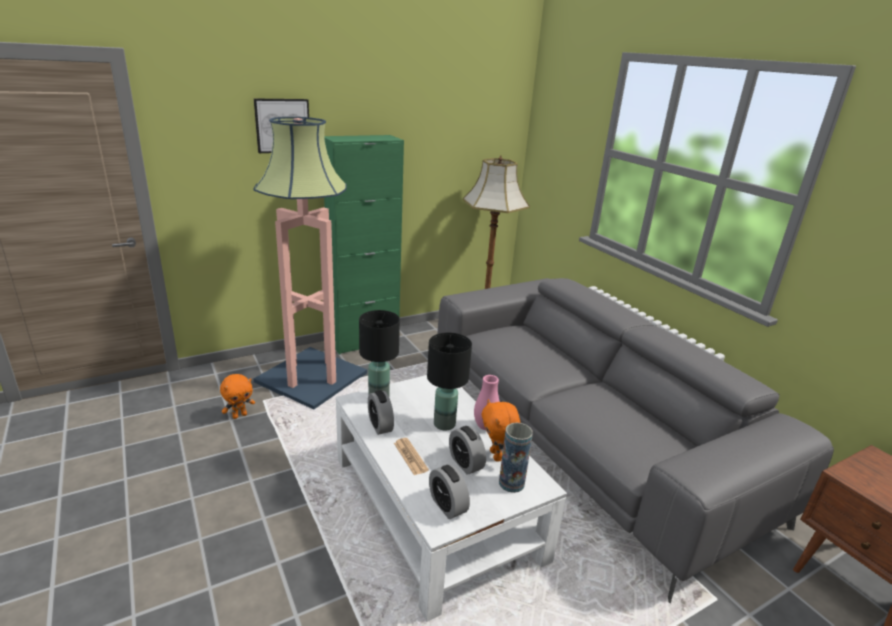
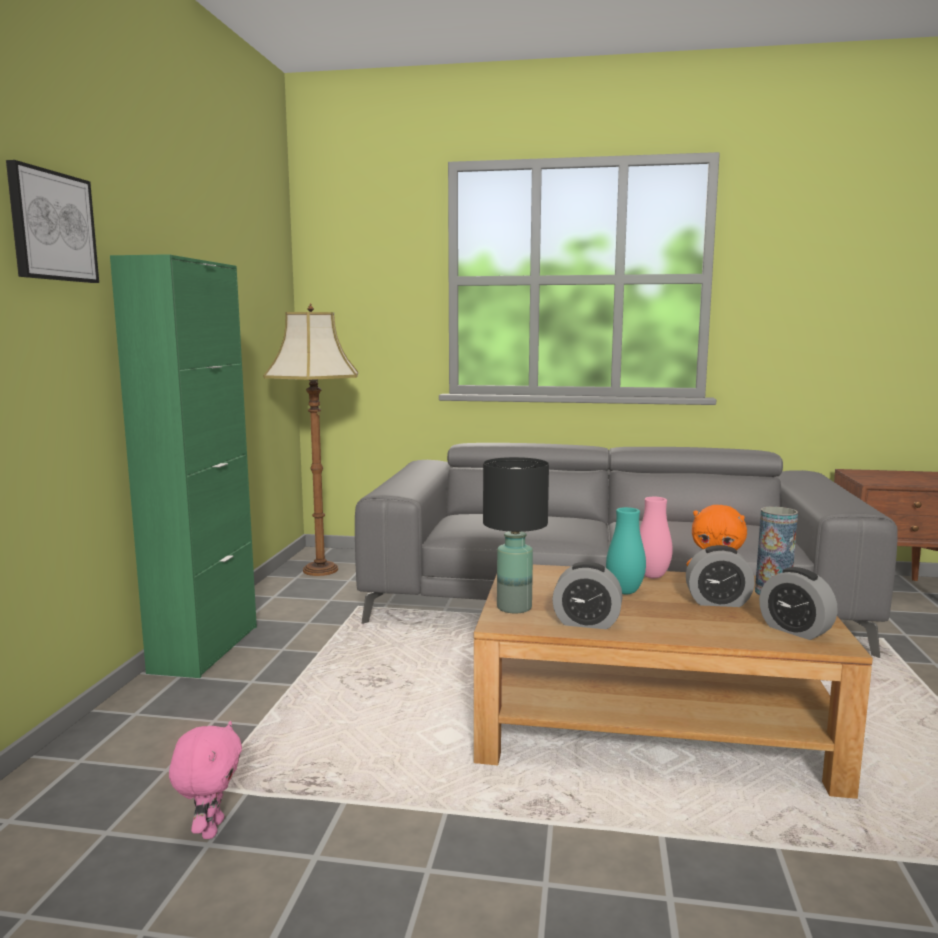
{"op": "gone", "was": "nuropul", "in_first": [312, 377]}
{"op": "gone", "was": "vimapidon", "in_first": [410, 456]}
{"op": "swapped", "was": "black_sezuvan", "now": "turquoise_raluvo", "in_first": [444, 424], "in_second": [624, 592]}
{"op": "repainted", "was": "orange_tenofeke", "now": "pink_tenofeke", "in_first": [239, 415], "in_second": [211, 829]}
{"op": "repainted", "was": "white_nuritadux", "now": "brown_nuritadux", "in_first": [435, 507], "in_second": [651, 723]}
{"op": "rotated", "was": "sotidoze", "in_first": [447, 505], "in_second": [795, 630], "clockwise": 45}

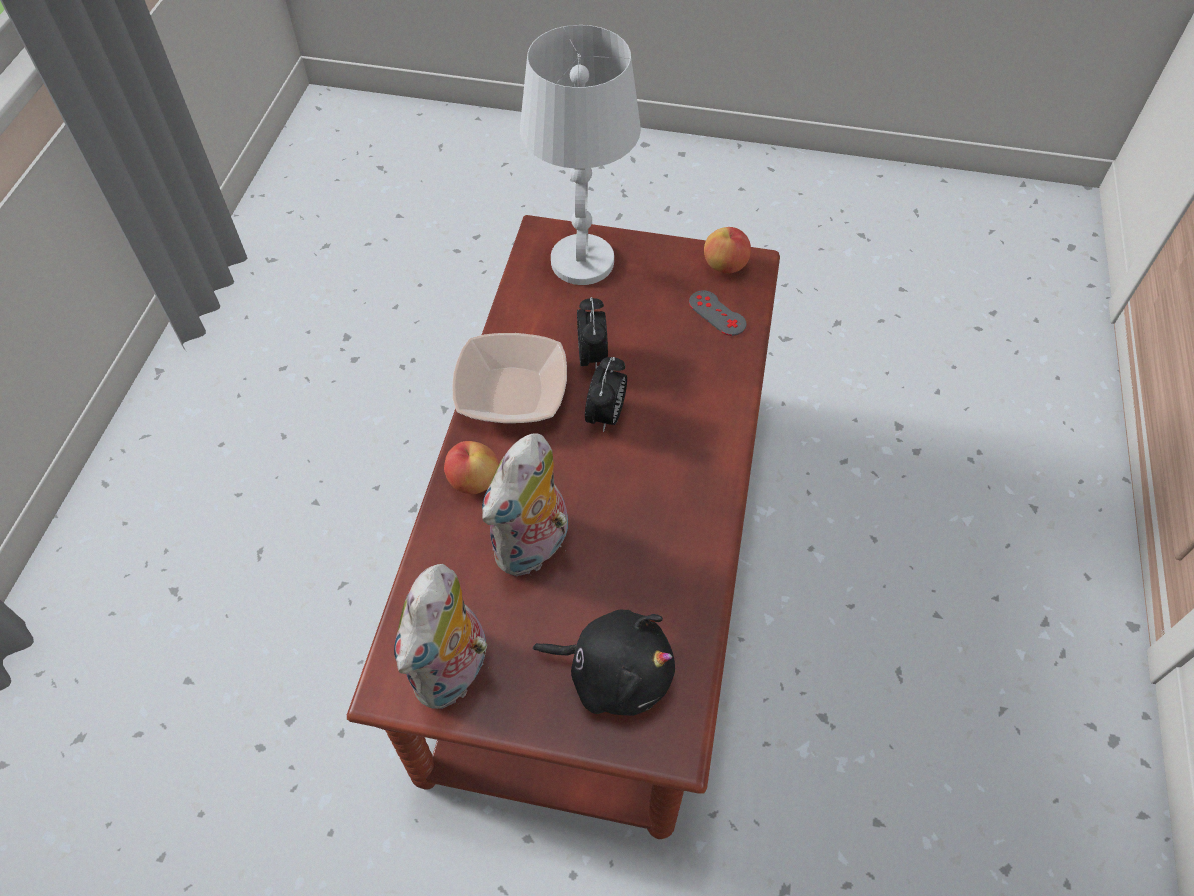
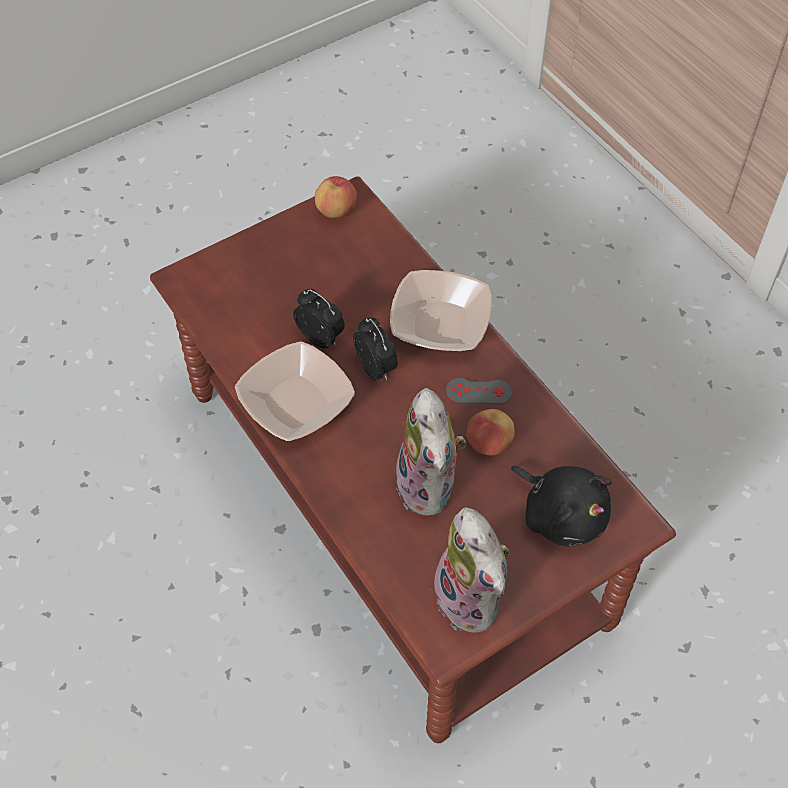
{"op": "gone", "was": "white_sezuvan", "in_first": [583, 262]}
{"op": "new", "now": "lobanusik", "in_second": [440, 323]}
{"op": "shifted", "was": "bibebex", "in_first": [473, 481], "in_second": [488, 444]}
{"op": "shifted", "was": "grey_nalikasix", "in_first": [717, 313], "in_second": [478, 391]}
{"op": "rotated", "was": "black_tenofeke", "in_first": [614, 672], "in_second": [561, 514], "clockwise": 75}

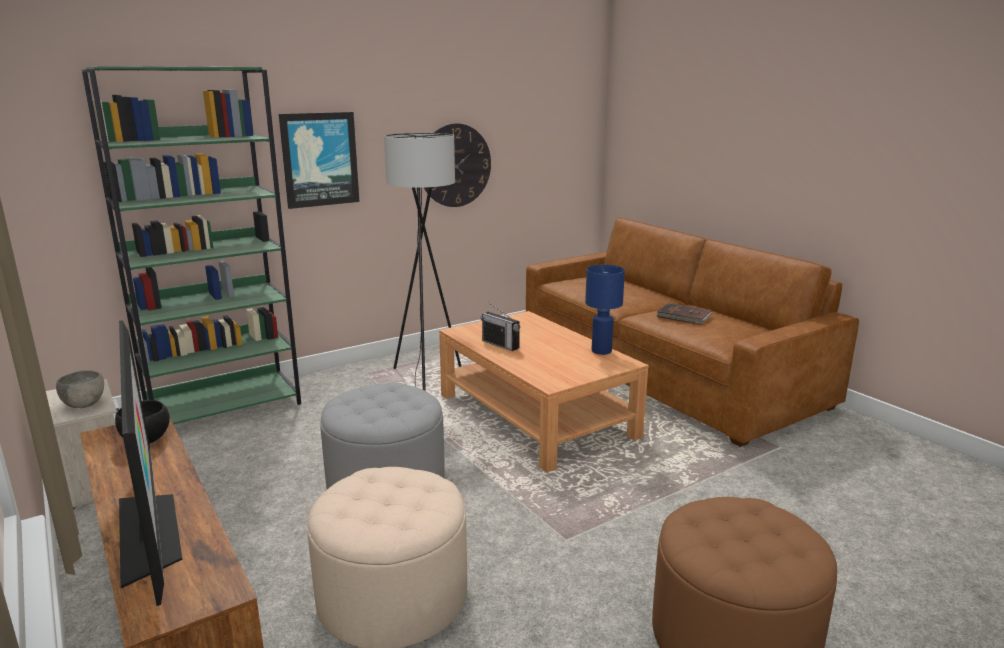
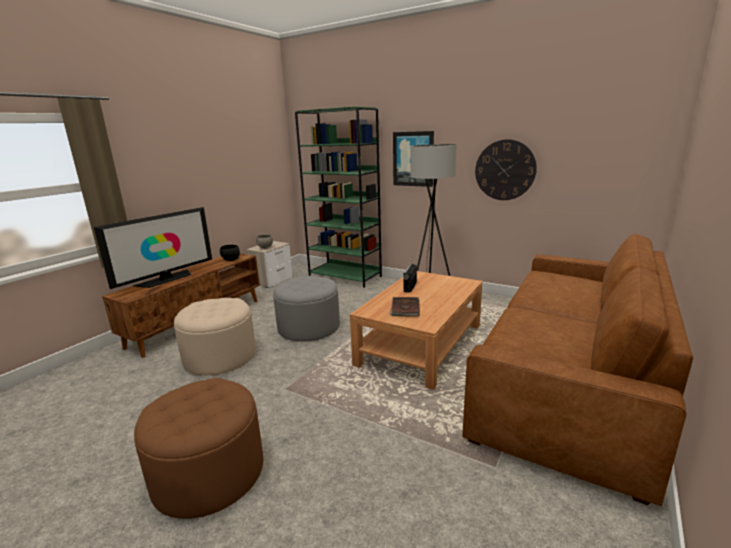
{"op": "gone", "was": "blue_sezuvan", "in_first": [601, 351]}
{"op": "shifted", "was": "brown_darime", "in_first": [684, 316], "in_second": [404, 308]}

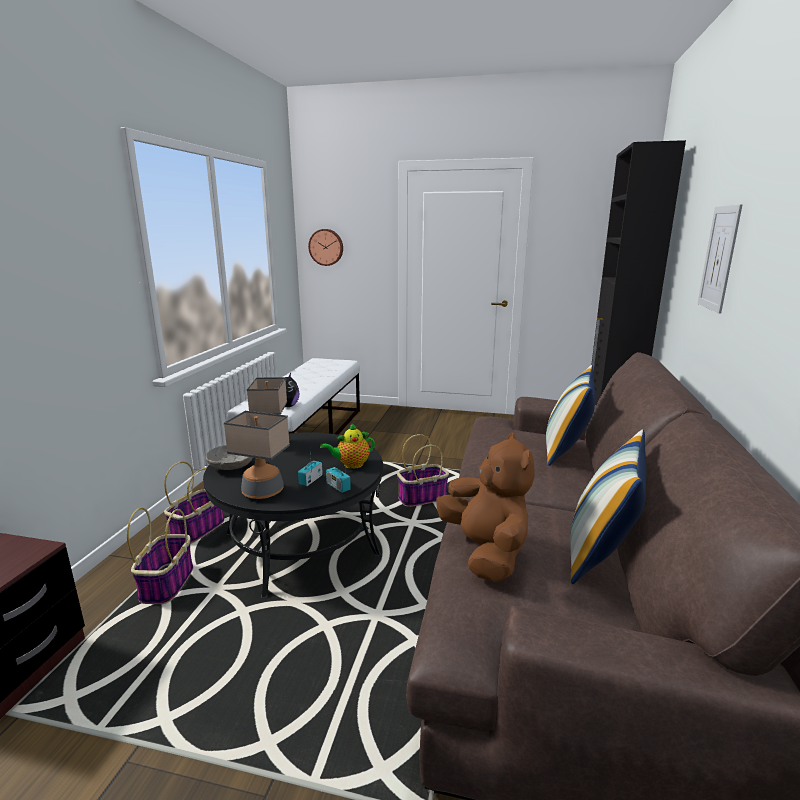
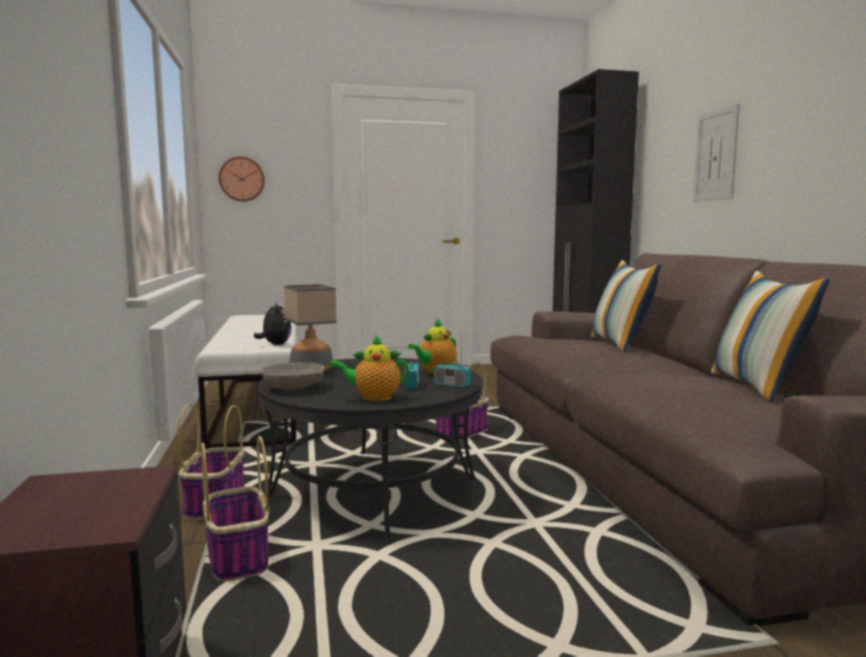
{"op": "gone", "was": "brown_tenofeke", "in_first": [485, 552]}
{"op": "swapped", "was": "sezuvan", "now": "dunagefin", "in_first": [263, 492], "in_second": [373, 398]}

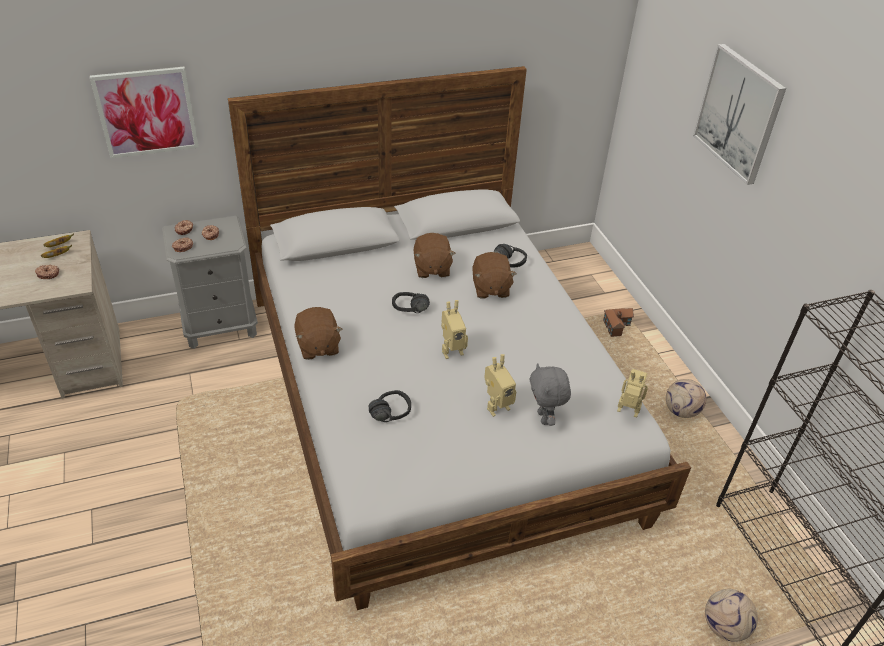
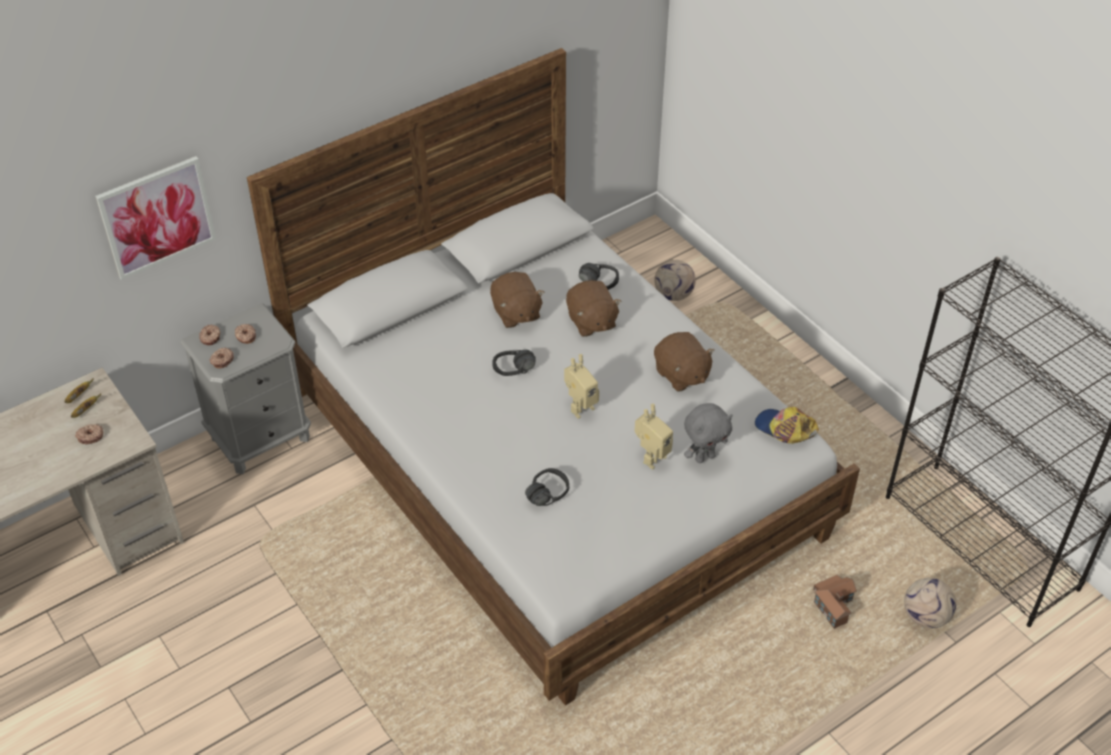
{"op": "gone", "was": "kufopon", "in_first": [739, 113]}
{"op": "shifted", "was": "brown_tenofeke", "in_first": [317, 346], "in_second": [681, 375]}
{"op": "shifted", "was": "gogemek", "in_first": [616, 325], "in_second": [834, 604]}
{"op": "shifted", "was": "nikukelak", "in_first": [681, 411], "in_second": [674, 294]}
{"op": "swapped", "was": "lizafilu", "now": "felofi", "in_first": [627, 413], "in_second": [784, 429]}
{"op": "rotated", "was": "grey_tenofeke", "in_first": [544, 418], "in_second": [704, 457], "clockwise": -90}

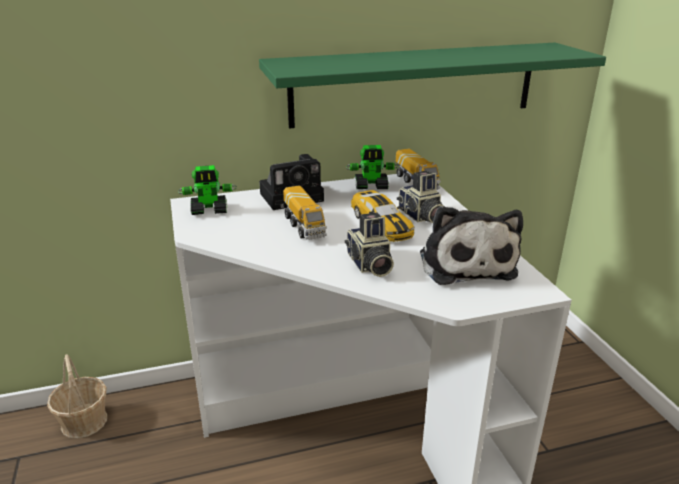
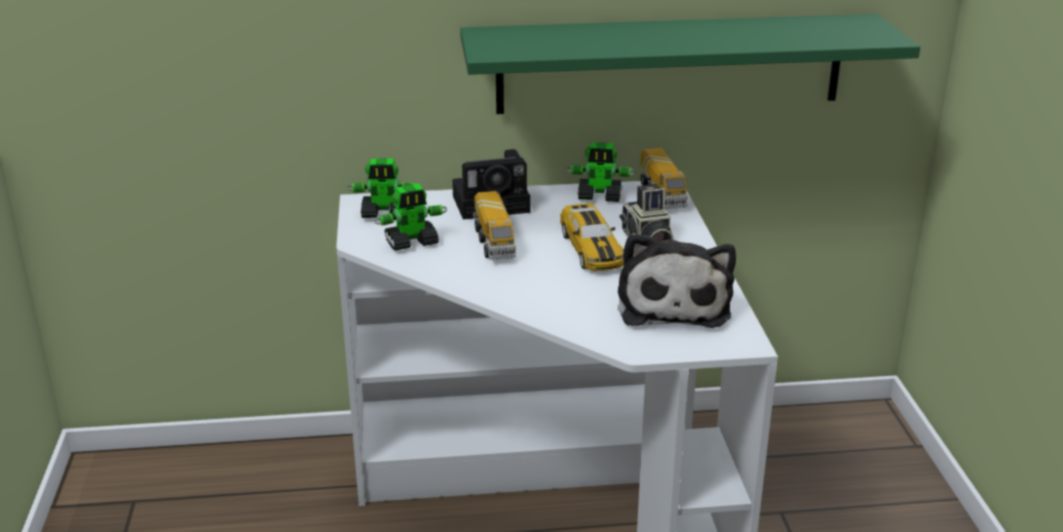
{"op": "gone", "was": "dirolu", "in_first": [84, 421]}
{"op": "gone", "was": "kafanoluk", "in_first": [369, 265]}
{"op": "new", "now": "lizafilu", "in_second": [412, 242]}

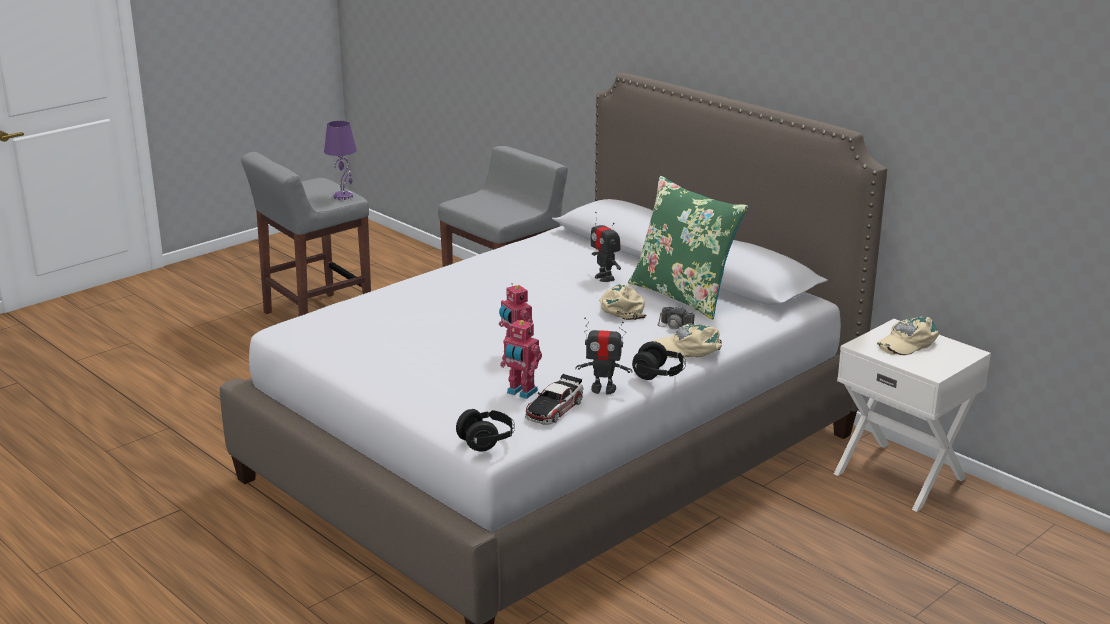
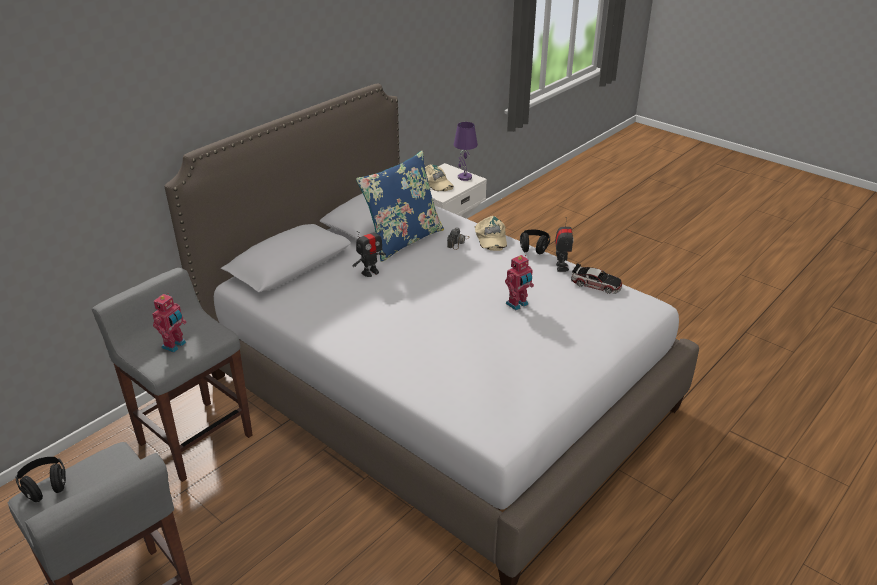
{"op": "gone", "was": "beige_felofi", "in_first": [621, 307]}
{"op": "shifted", "was": "purple_sezuvan", "in_first": [343, 196], "in_second": [464, 177]}
{"op": "shifted", "was": "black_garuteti", "in_first": [486, 441], "in_second": [45, 486]}
{"op": "shifted", "was": "lizafilu", "in_first": [521, 392], "in_second": [175, 345]}
{"op": "repainted", "was": "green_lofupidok", "now": "blue_lofupidok", "in_first": [683, 296], "in_second": [403, 240]}

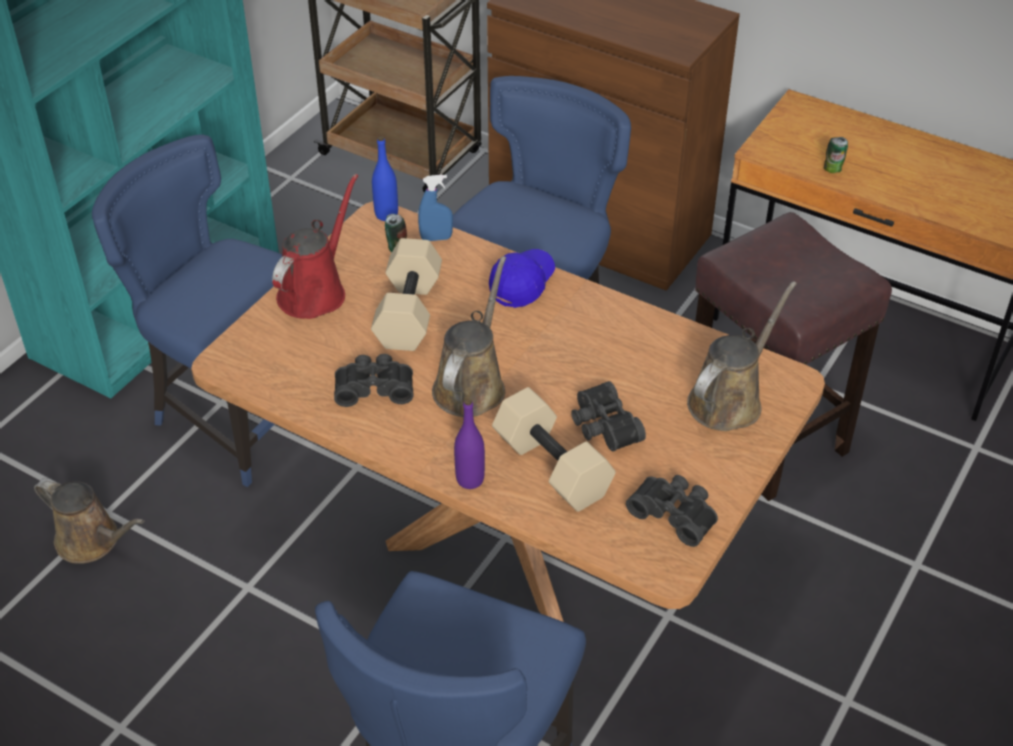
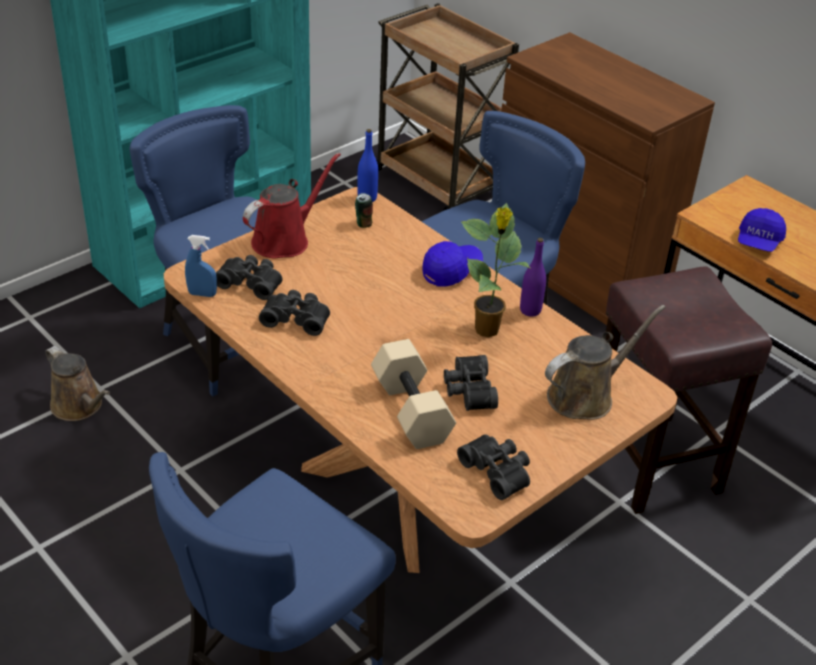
{"op": "gone", "was": "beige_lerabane", "in_first": [407, 311]}
{"op": "gone", "was": "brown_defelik", "in_first": [471, 385]}
{"op": "new", "now": "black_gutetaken", "in_second": [251, 282]}
{"op": "new", "now": "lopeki", "in_second": [487, 330]}
{"op": "shifted", "was": "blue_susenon", "in_first": [436, 238], "in_second": [202, 294]}
{"op": "shifted", "was": "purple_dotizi", "in_first": [470, 479], "in_second": [530, 310]}
{"op": "swapped", "was": "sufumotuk", "now": "blue_felofi", "in_first": [833, 169], "in_second": [758, 242]}

